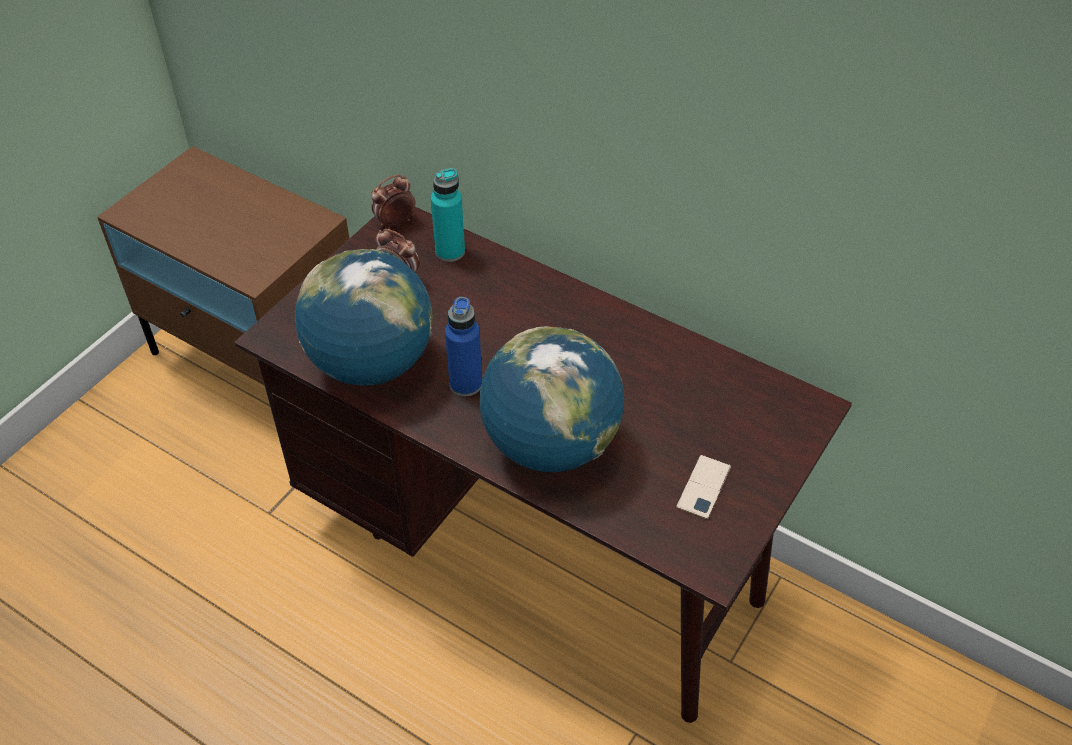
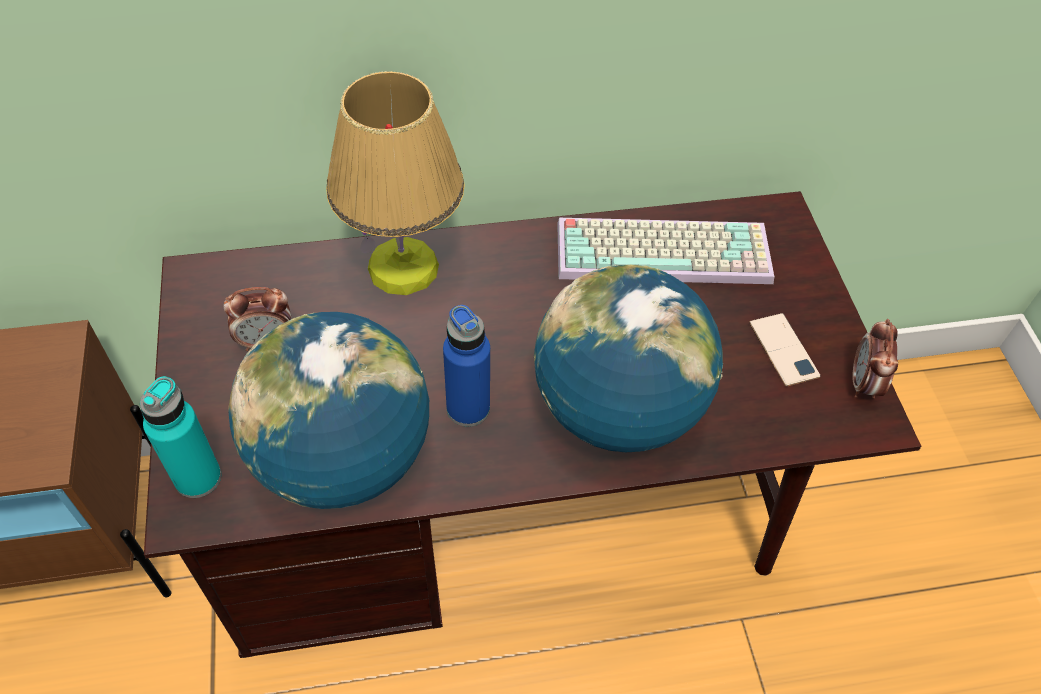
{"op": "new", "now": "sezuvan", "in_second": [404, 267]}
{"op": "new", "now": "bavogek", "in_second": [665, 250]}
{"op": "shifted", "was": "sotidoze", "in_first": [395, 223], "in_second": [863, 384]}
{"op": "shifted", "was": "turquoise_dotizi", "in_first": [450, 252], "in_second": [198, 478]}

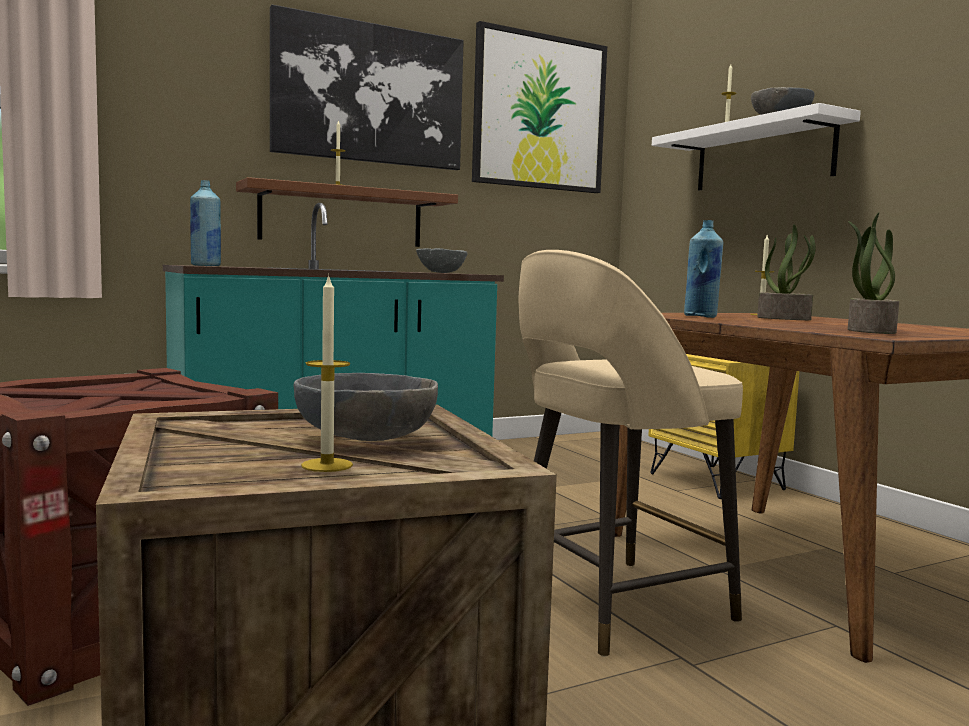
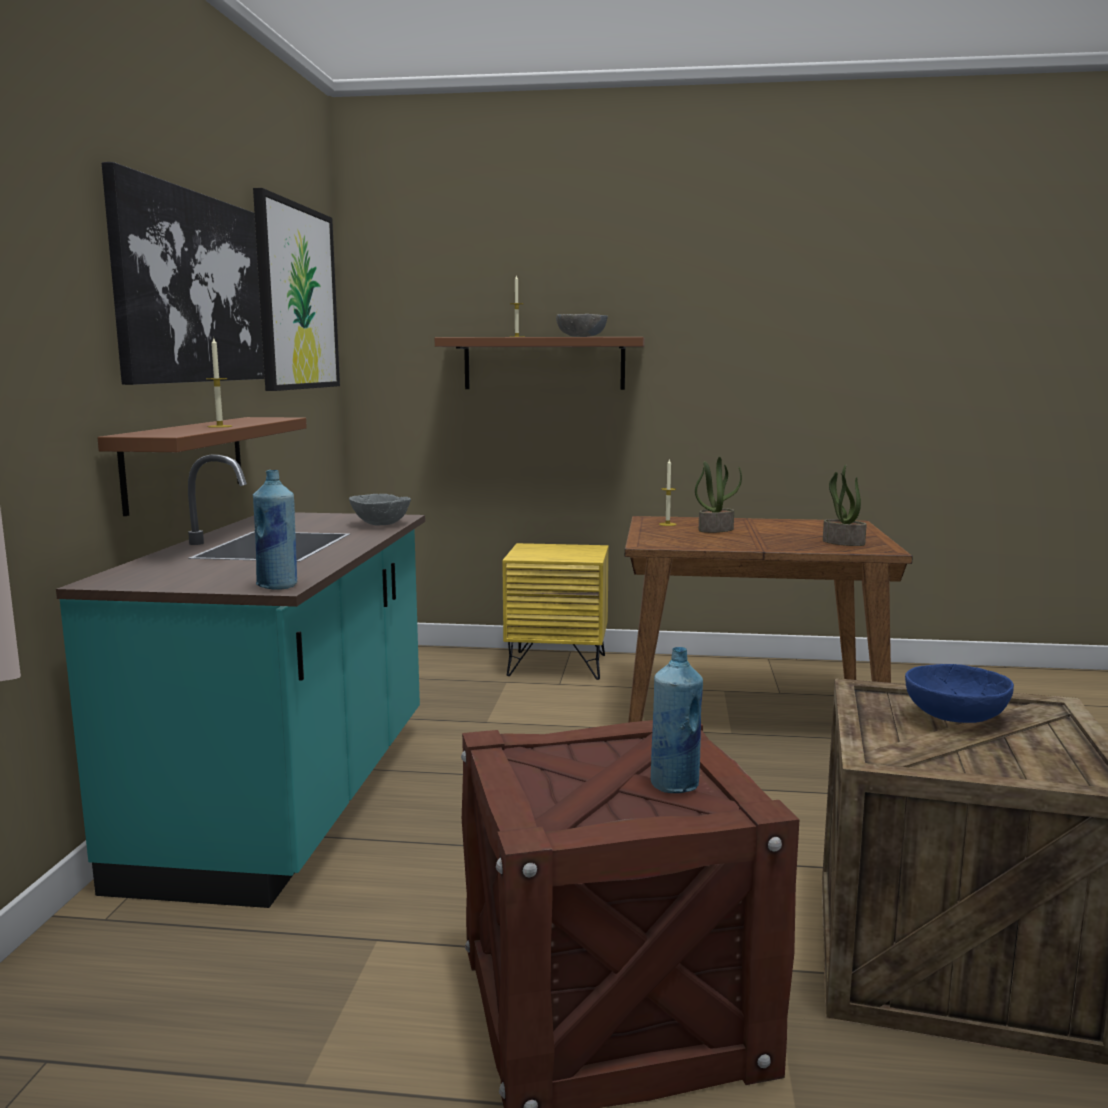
{"op": "gone", "was": "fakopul", "in_first": [327, 465]}
{"op": "gone", "was": "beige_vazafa", "in_first": [612, 605]}
{"op": "shifted", "was": "blue_dotizi", "in_first": [701, 317], "in_second": [675, 785]}
{"op": "repainted", "was": "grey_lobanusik", "now": "blue_lobanusik", "in_first": [366, 436], "in_second": [954, 716]}
{"op": "repainted", "was": "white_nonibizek", "now": "brown_nonibizek", "in_first": [762, 156], "in_second": [544, 363]}

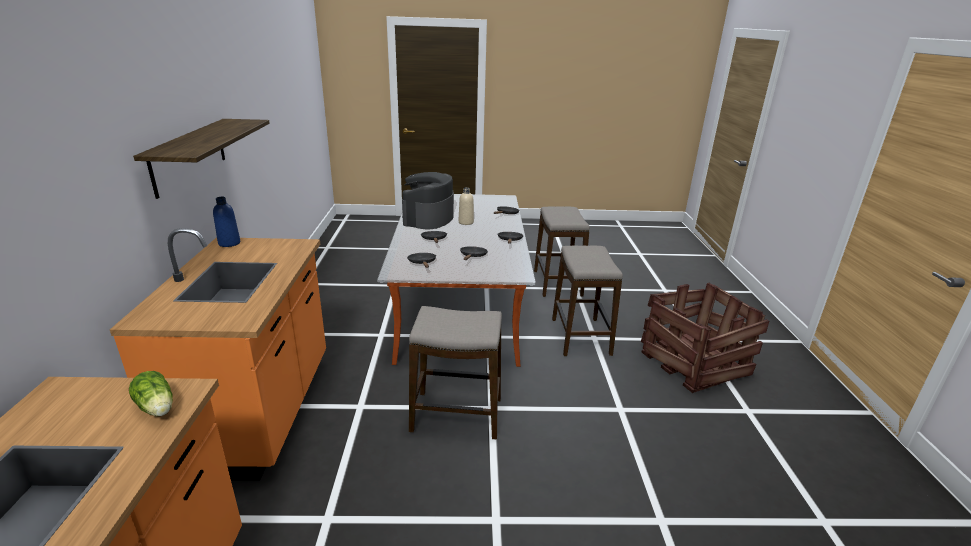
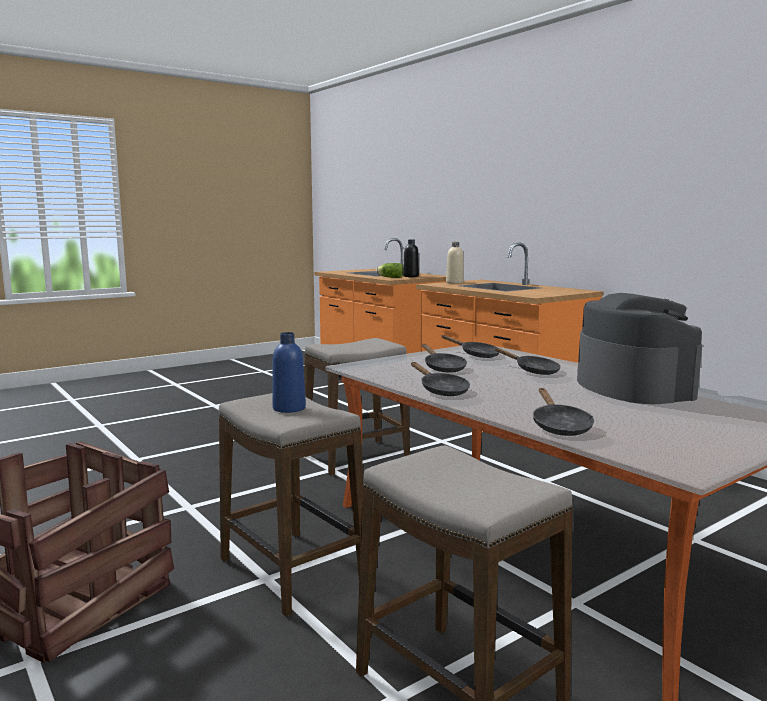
{"op": "gone", "was": "nonibizek", "in_first": [189, 155]}
{"op": "new", "now": "black_dotizi", "in_second": [411, 276]}
{"op": "shifted", "was": "blue_dotizi", "in_first": [229, 243], "in_second": [289, 408]}
{"op": "shifted", "was": "beige_dotizi", "in_first": [466, 222], "in_second": [454, 282]}

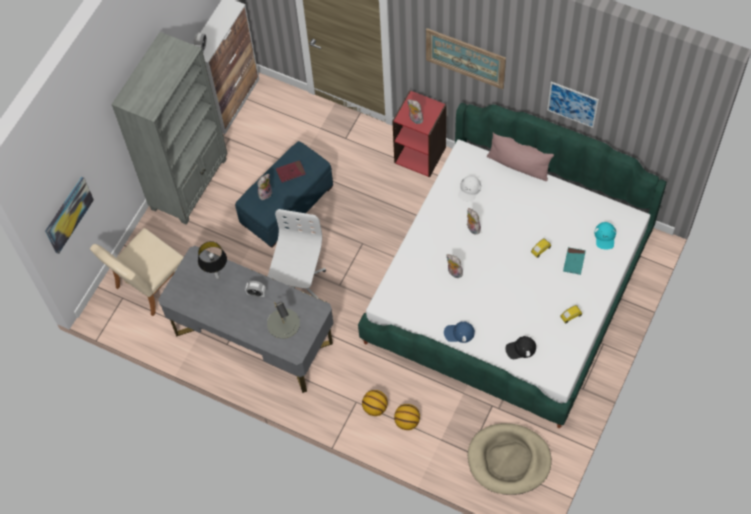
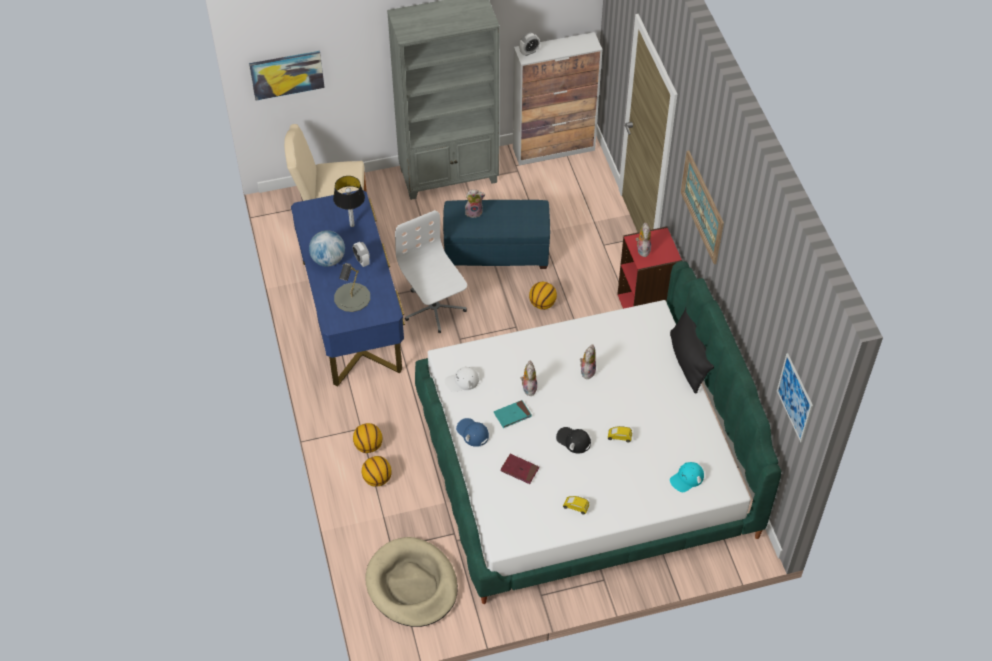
{"op": "new", "now": "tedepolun", "in_second": [328, 260]}
{"op": "new", "now": "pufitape", "in_second": [542, 304]}
{"op": "shifted", "was": "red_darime", "in_first": [290, 172], "in_second": [519, 470]}
{"op": "shifted", "was": "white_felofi", "in_first": [469, 190], "in_second": [461, 381]}
{"op": "shifted", "was": "black_felofi", "in_first": [520, 349], "in_second": [573, 440]}
{"op": "shifted", "was": "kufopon", "in_first": [572, 104], "in_second": [795, 397]}
{"op": "shifted", "was": "turquoise_darime", "in_first": [574, 261], "in_second": [512, 415]}
{"op": "repainted", "was": "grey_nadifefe", "now": "blue_nadifefe", "in_first": [253, 338], "in_second": [352, 315]}
{"op": "repainted", "was": "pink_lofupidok", "now": "black_lofupidok", "in_first": [518, 165], "in_second": [688, 361]}
{"op": "rotated", "was": "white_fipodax", "in_first": [298, 281], "in_second": [434, 308], "clockwise": -90}

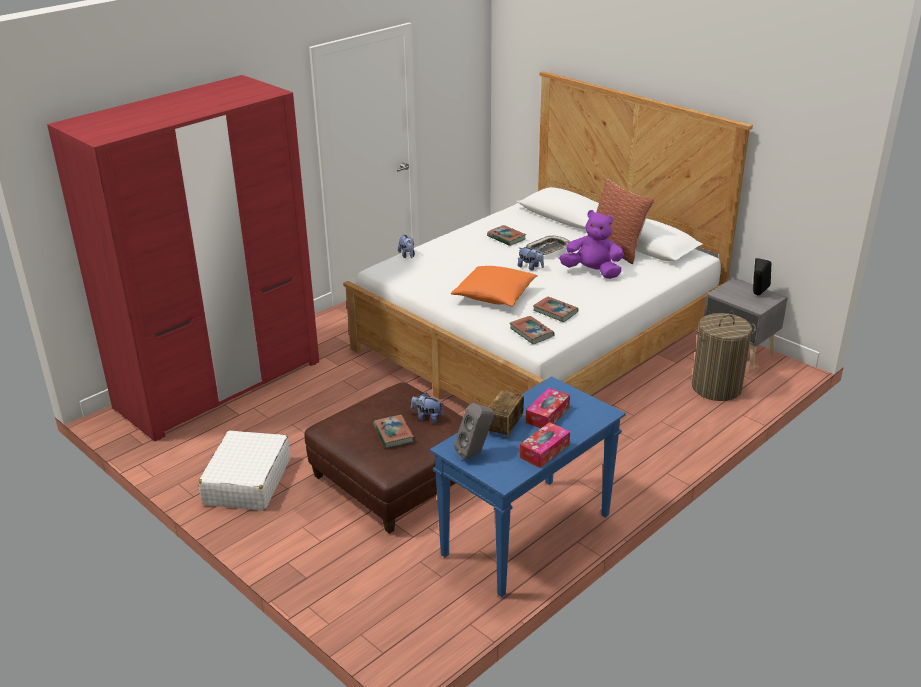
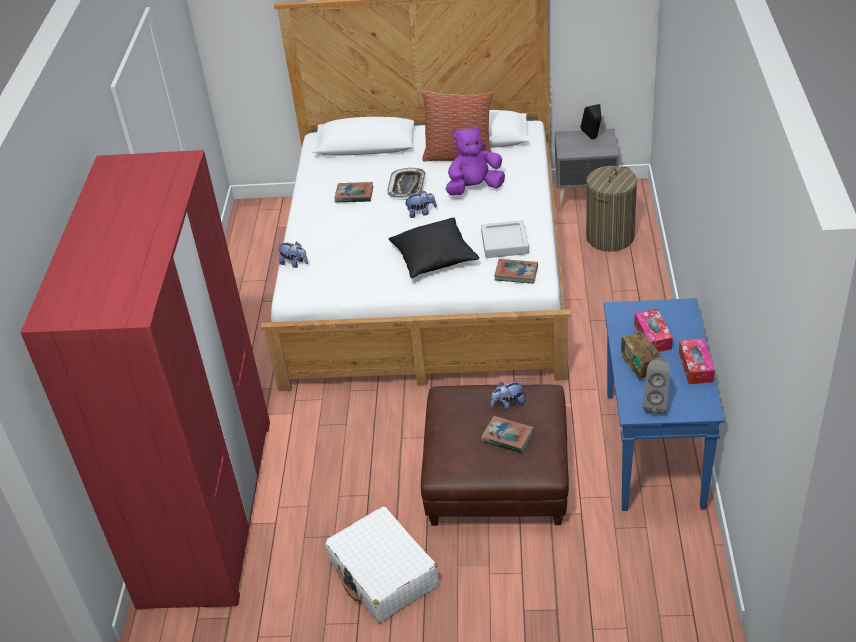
{"op": "swapped", "was": "darime", "now": "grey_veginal", "in_first": [555, 311], "in_second": [504, 243]}
{"op": "repainted", "was": "orange_lofupidok", "now": "black_lofupidok", "in_first": [494, 296], "in_second": [434, 258]}

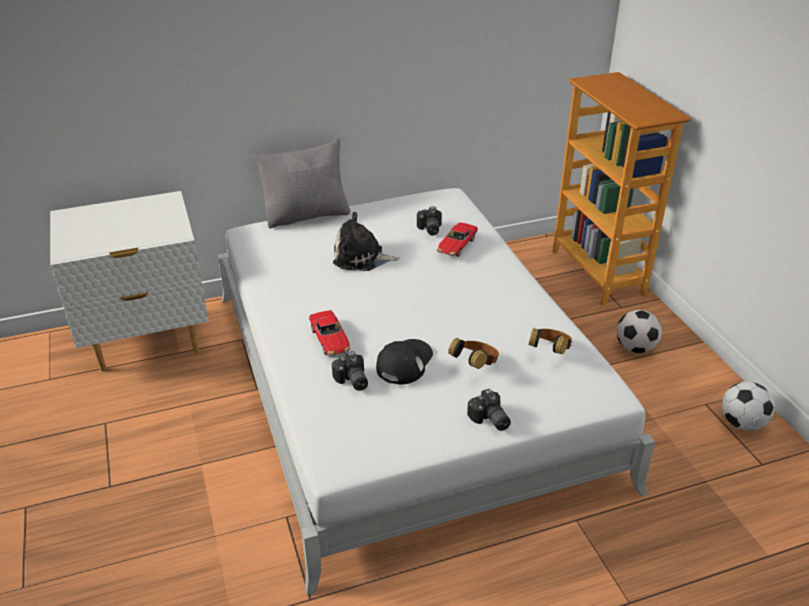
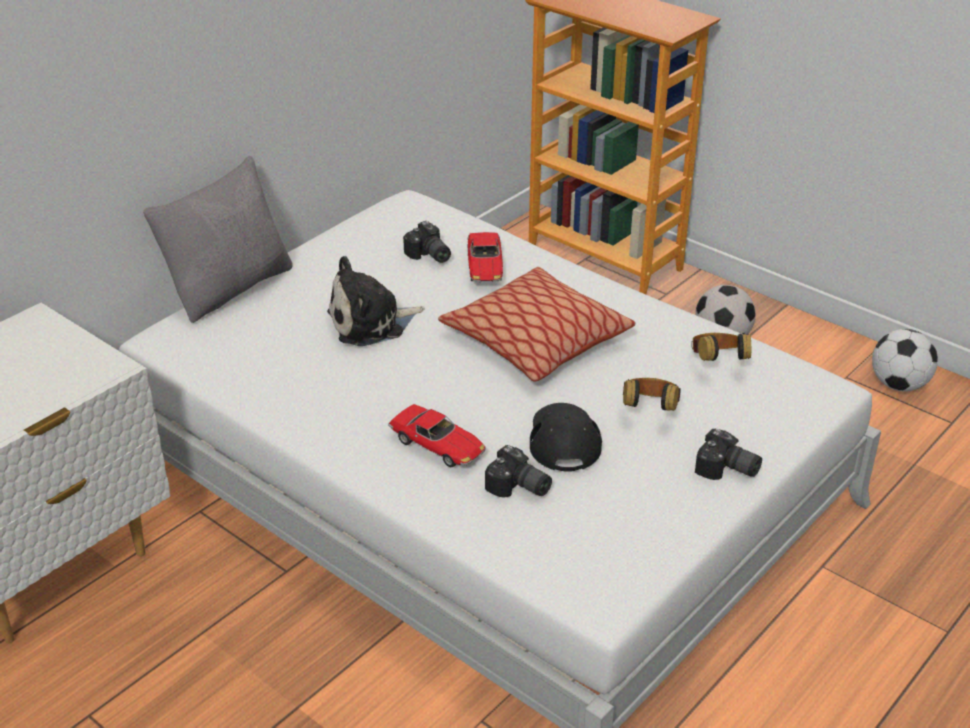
{"op": "new", "now": "lofupidok", "in_second": [535, 340]}

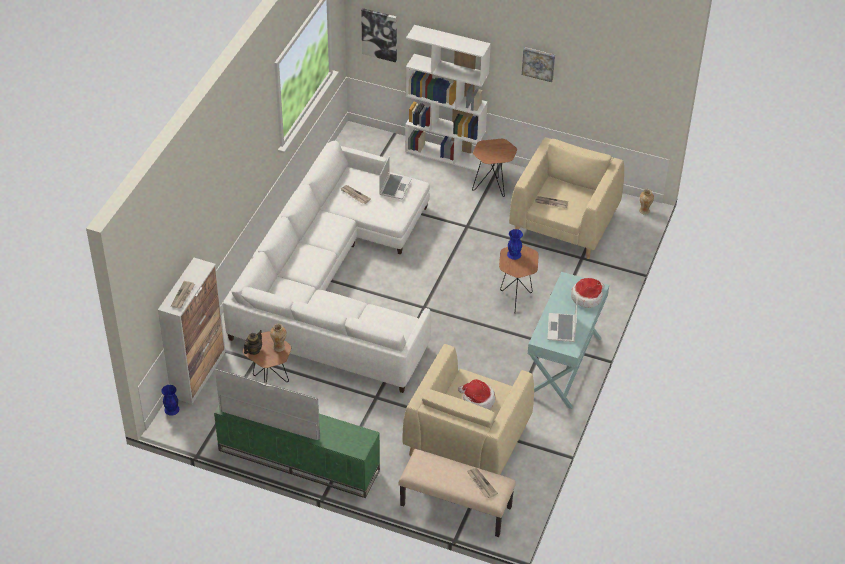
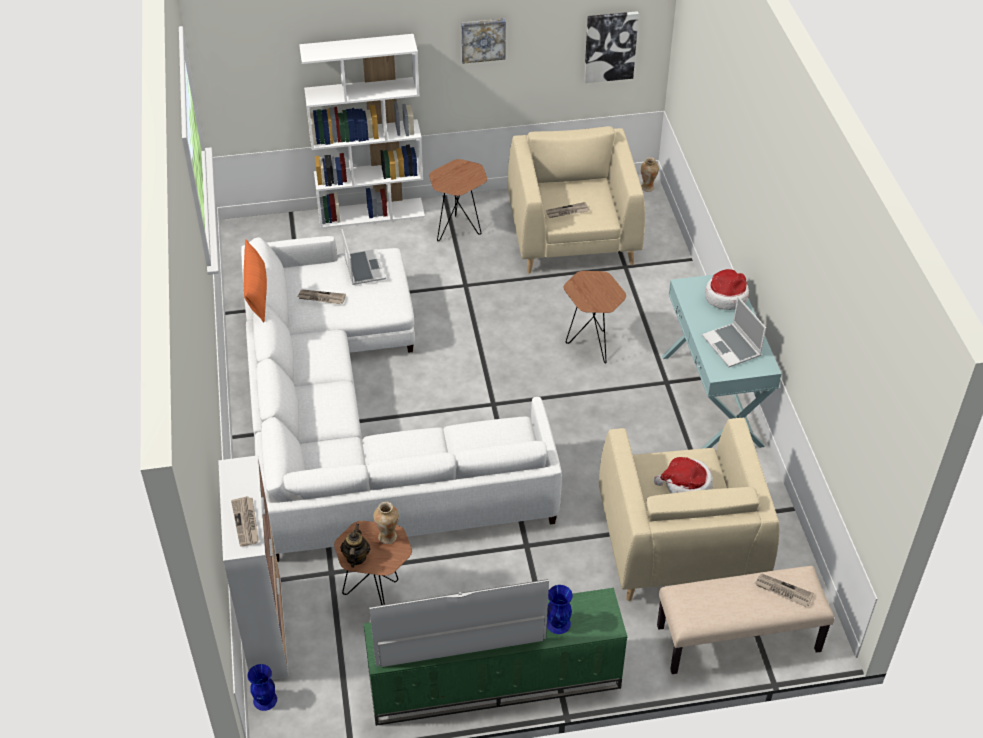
{"op": "new", "now": "orange_lofupidok", "in_second": [257, 294]}
{"op": "shifted", "was": "kufopon", "in_first": [379, 34], "in_second": [610, 46]}
{"op": "shifted", "was": "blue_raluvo", "in_first": [514, 254], "in_second": [558, 623]}

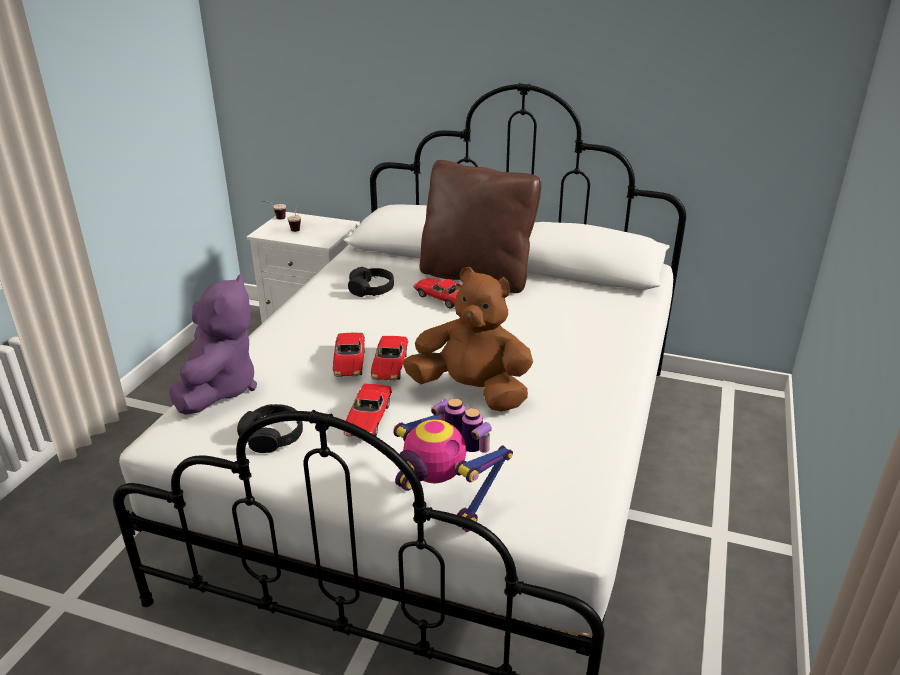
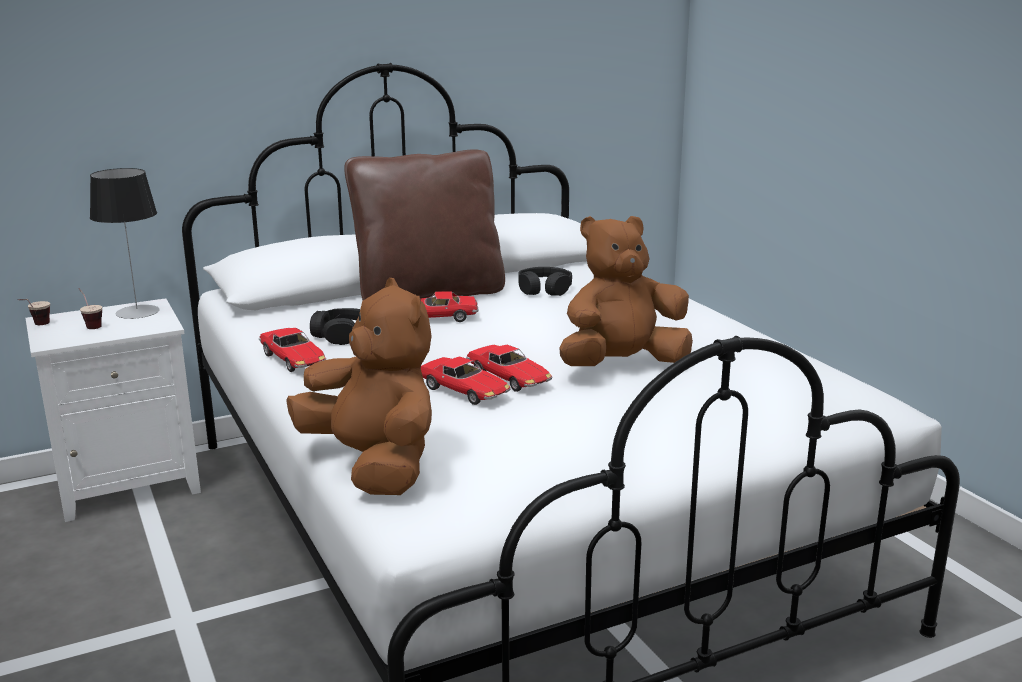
{"op": "gone", "was": "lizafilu", "in_first": [445, 499]}
{"op": "new", "now": "sezuvan", "in_second": [137, 312]}
{"op": "shifted", "was": "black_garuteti", "in_first": [272, 436], "in_second": [544, 289]}
{"op": "shifted", "was": "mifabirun", "in_first": [368, 419], "in_second": [294, 360]}
{"op": "repainted", "was": "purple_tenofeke", "now": "brown_tenofeke", "in_first": [219, 388], "in_second": [374, 465]}

